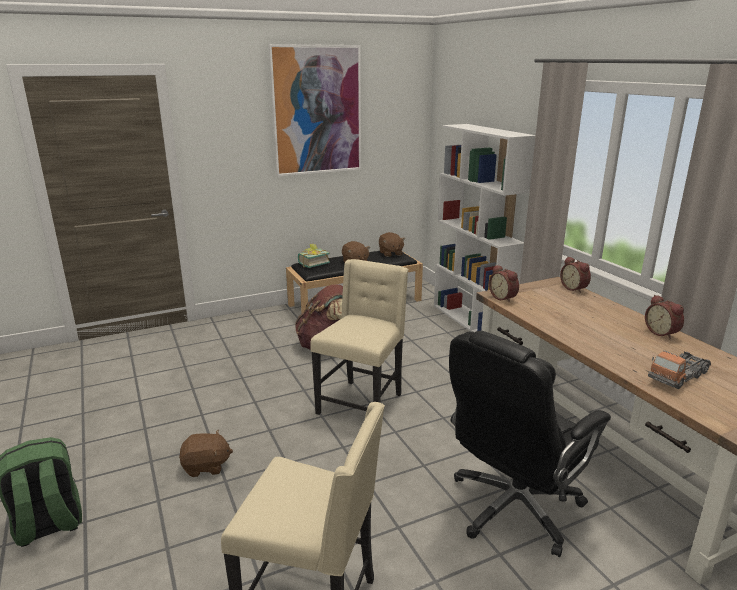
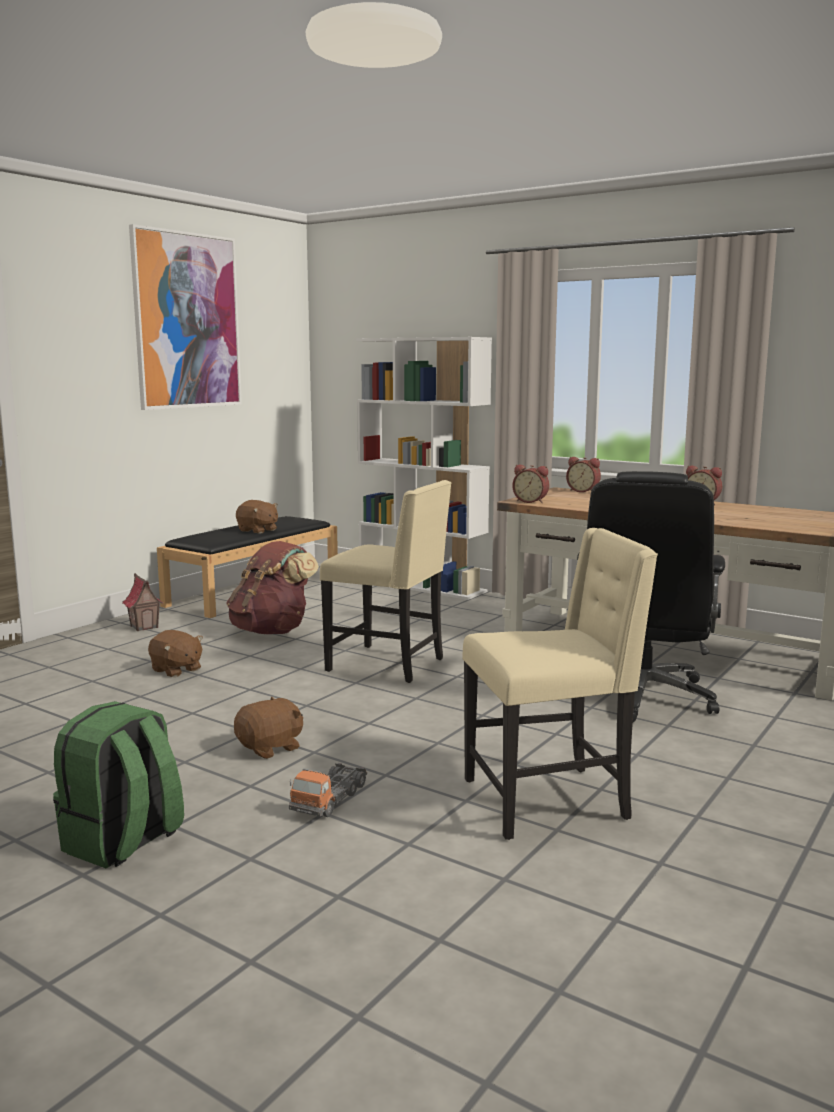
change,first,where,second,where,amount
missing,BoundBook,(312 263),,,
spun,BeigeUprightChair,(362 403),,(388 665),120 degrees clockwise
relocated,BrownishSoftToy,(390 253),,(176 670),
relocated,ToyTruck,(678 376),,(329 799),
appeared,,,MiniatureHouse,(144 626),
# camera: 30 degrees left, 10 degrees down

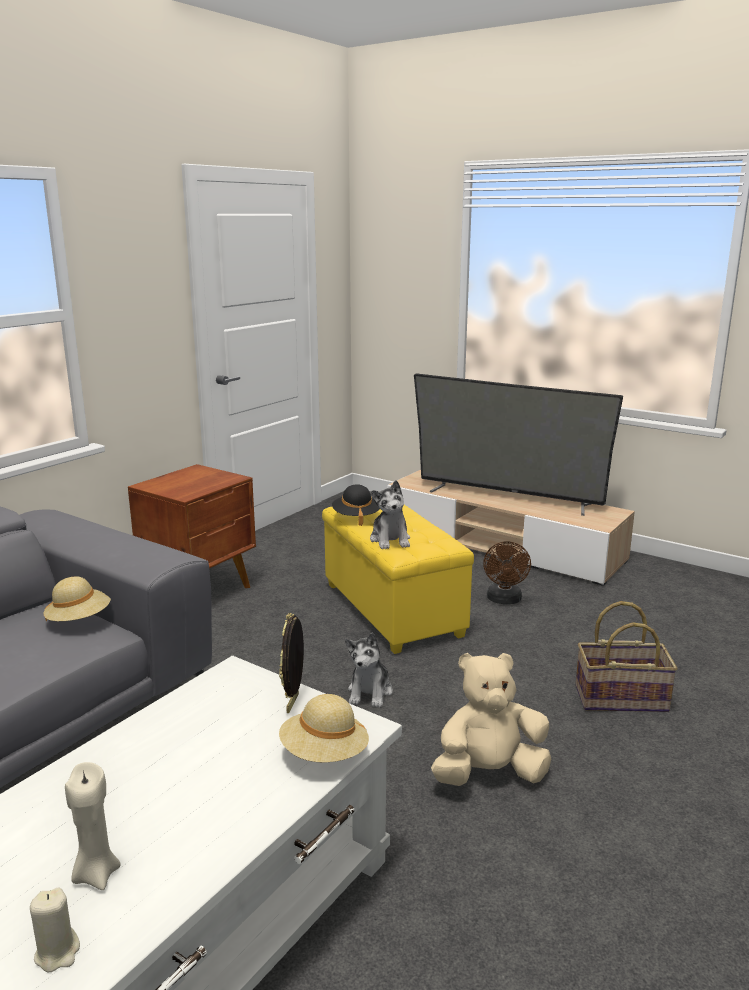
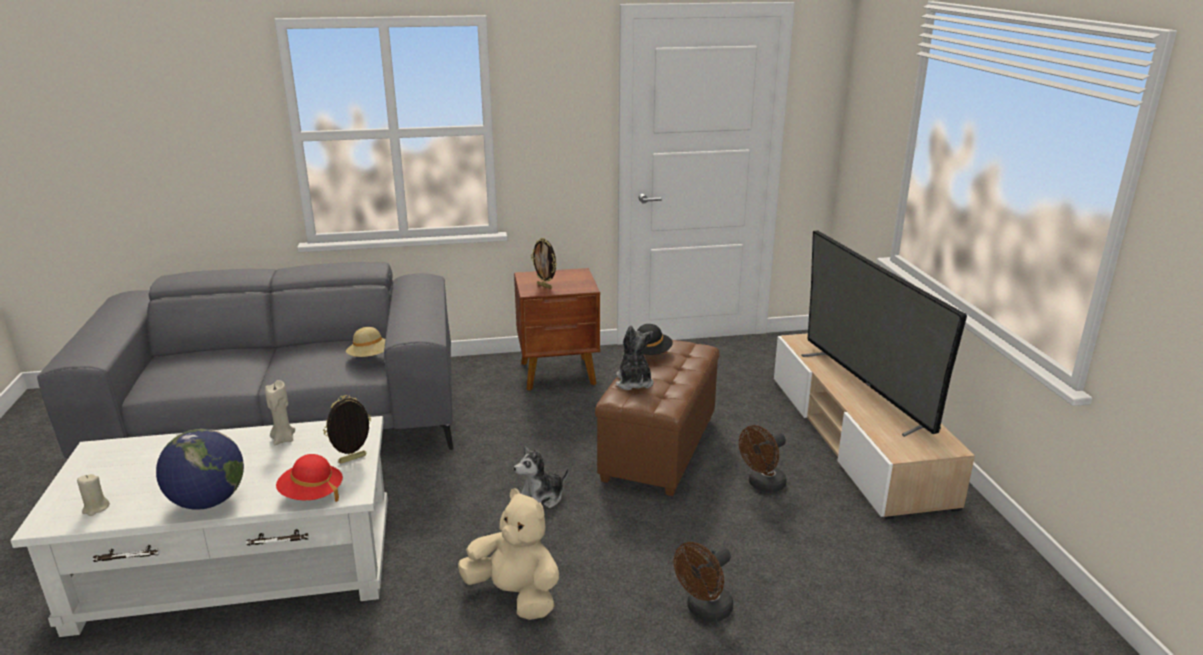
change,first,where,second,where,amount
relocated,BeigeCandle,(96 874),,(283 439),
colour,BeigeHat,(324 754),RedColouredHat,(311 494),
colour,YellowPouffe,(391 611),BrownishPouffe,(658 449),
spun,SoftToy,(390 540),,(634 382),135 degrees clockwise
exchanged,HouseholdBasket,(621 698),BrownishElectricFan,(704 611),
appeared,,,WorldGlobe,(208 502),
appeared,,,StandingFrame,(545 286),
# camera: 45 degrees right, 5 degrees up

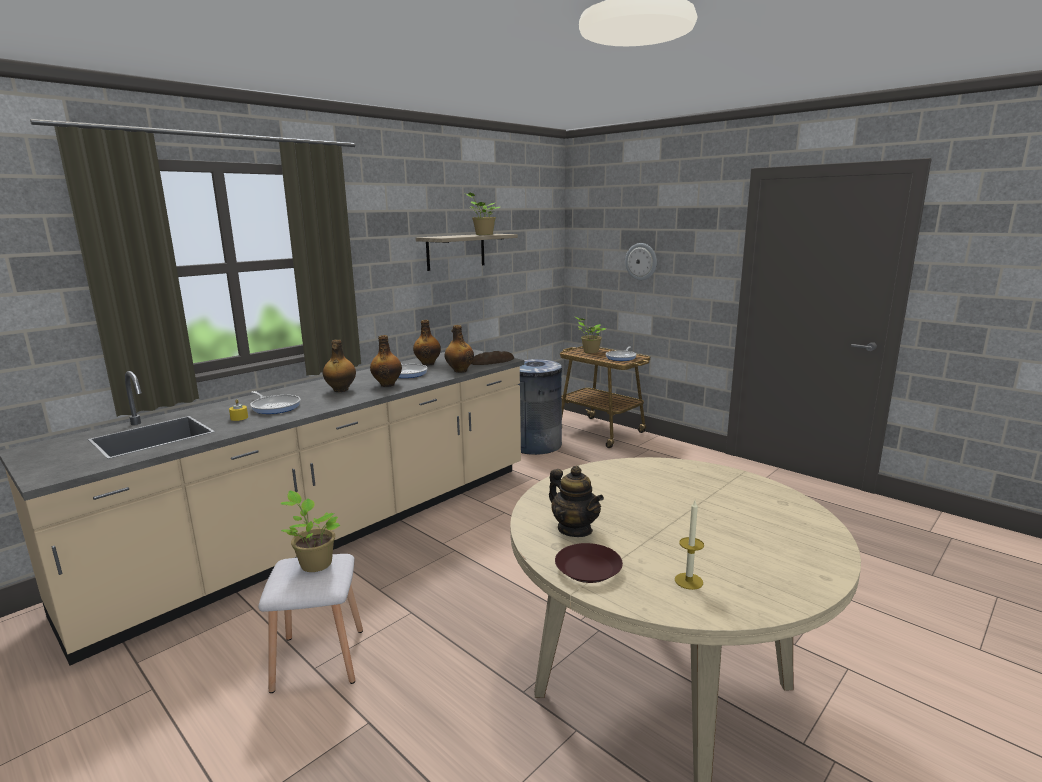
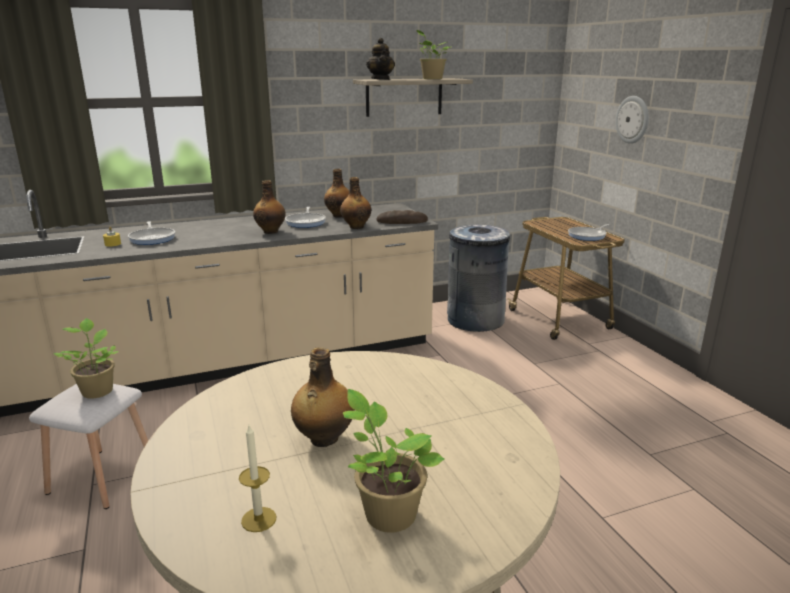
change,first,where,second,where,amount
relocated,DrinkBottle,(340 390),,(323 439),
relocated,PotForTea,(575 529),,(381 79),
missing,BrownishDinnerPlate,(588 569),,,
relocated,PlantInAPot,(589 351),,(387 513),
# camera: 25 degrees right, 5 degrees up

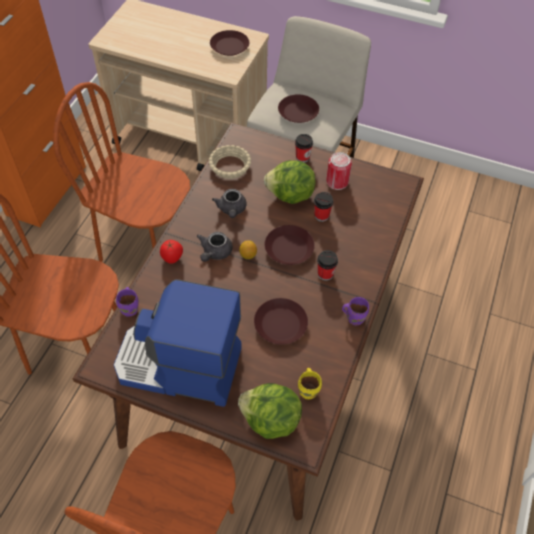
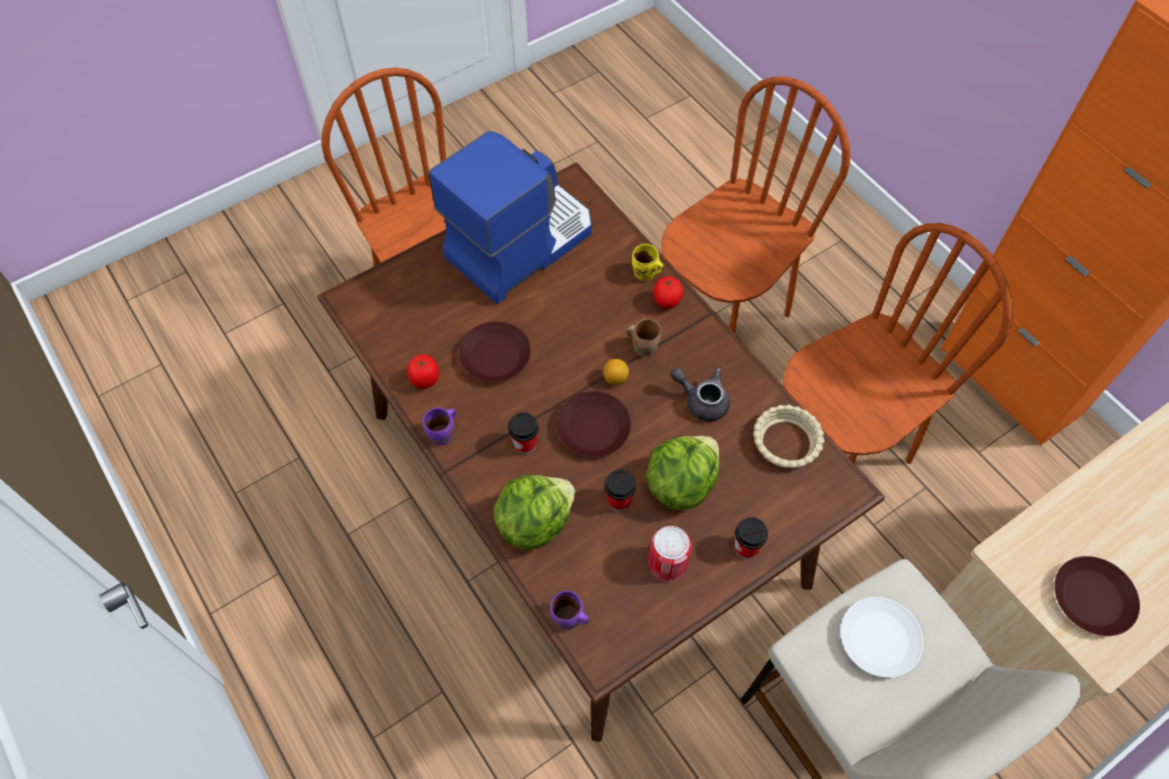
change,first,where,second,where,amount
relocated,PurpleColouredTeaMug,(130 308),,(568 619),
exchanged,GreyPotForTea,(214 253),BrownishTeaMug,(644 346),
relocated,HeadOfLettuce,(270 421),,(534 522),
colour,BrownishDinnerPlate,(298 112),WhiteDinnerPlate,(880 639),
relocated,YellowTeaMug,(309 390),,(645 274),
appeared,,,Tomato,(425 379),
# camera: 125 degrees right, 5 degrees up

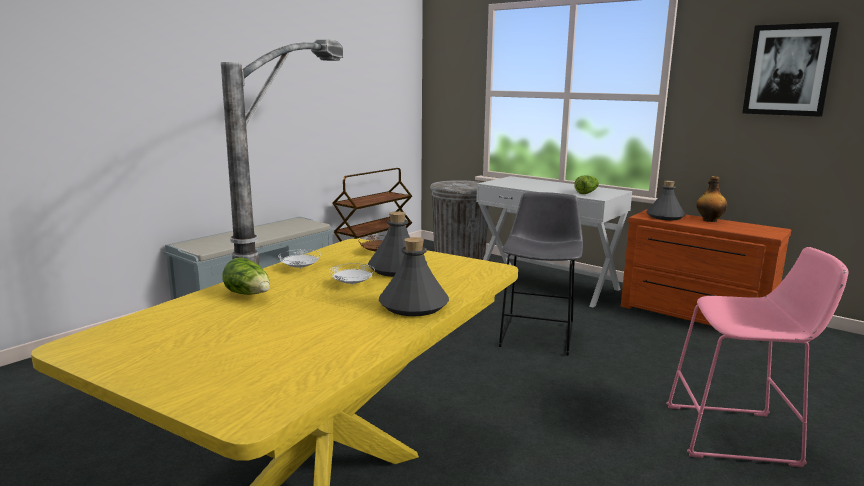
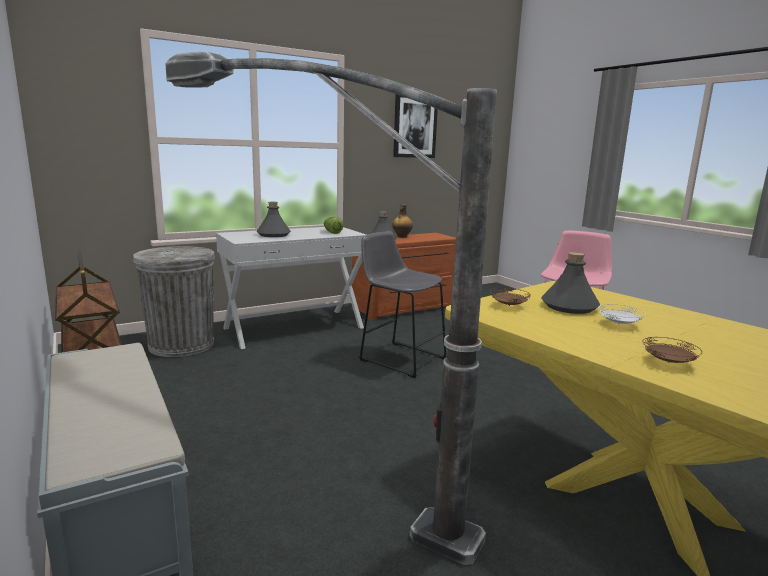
change,first,where,second,where,amount
exchanged,HeadOfLettuce,(249 294),BrownishDinnerPlate,(668 362),
missing,WhiteDinnerPlate,(300 268),,,
relocated,GreyDrinkBottle,(413 306),,(274 235),
# camera: 70 degrees left, 0 degrees up

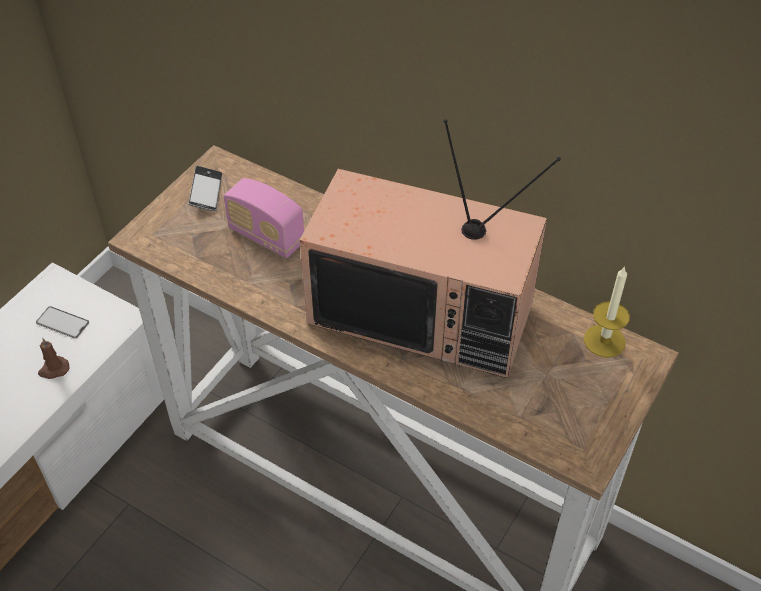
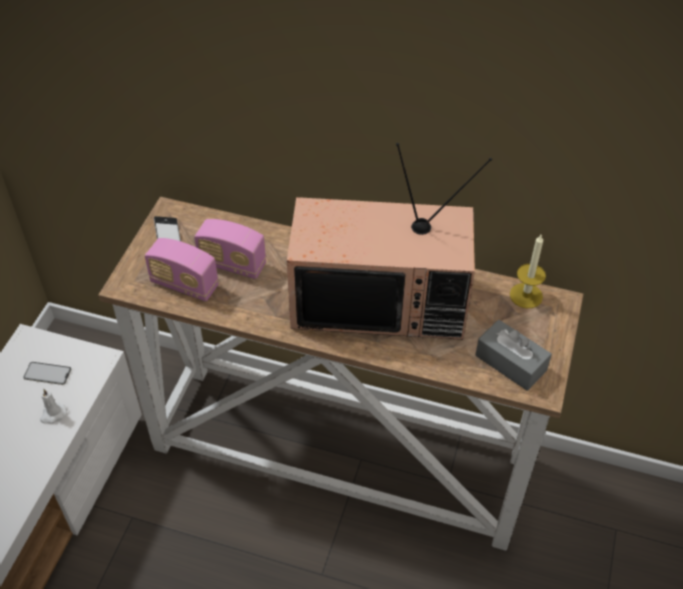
change,first,where,second,where,amount
colour,BrownishCandle,(53 369),WhiteCandle,(53 414),
appeared,,,RadioSet,(184 285),
appeared,,,GreyTissueHolder,(510 363),
# camera: 15 degrees left, 0 degrees up

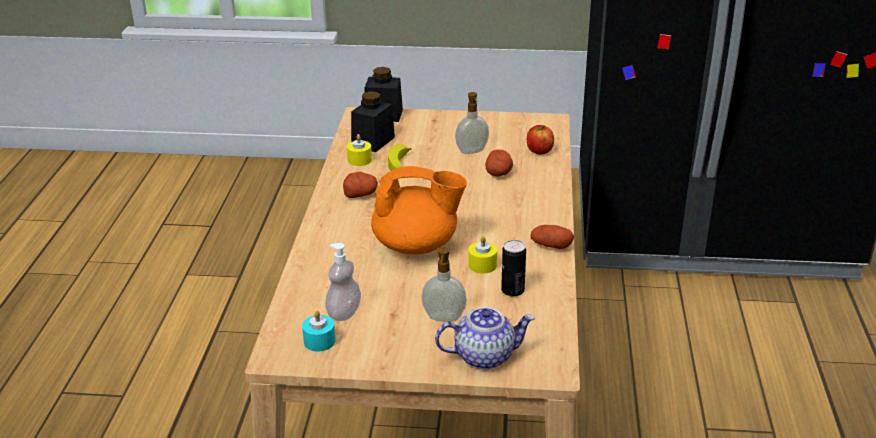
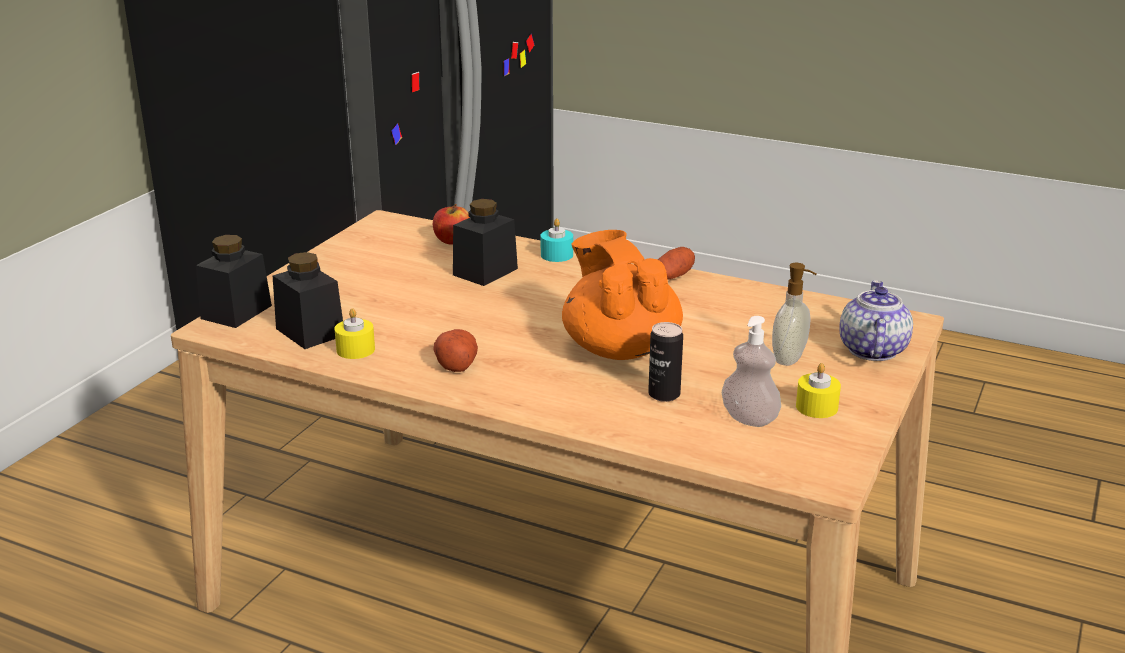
change,first,where,second,where,amount
relocated,BlueGreenCandle,(319 341),,(556 255),
spun,OrangePotForTea,(417 245),,(620 348),45 degrees counterclockwise
missing,WholeBanana,(400 165),,,
missing,SoapDispenser,(472 151),,,
relocated,YellowCandle,(482 265),,(816 407),
exchanged,Potato,(498 173),BlackColouredJar,(485 272),
relocated,SealedCan,(512 290),,(664 394),
# camera: 70 degrees left, 5 degrees down

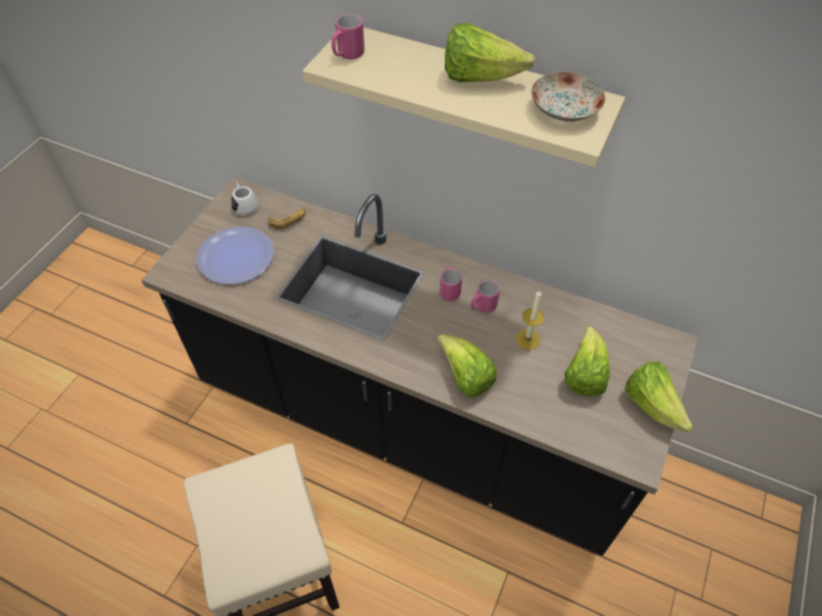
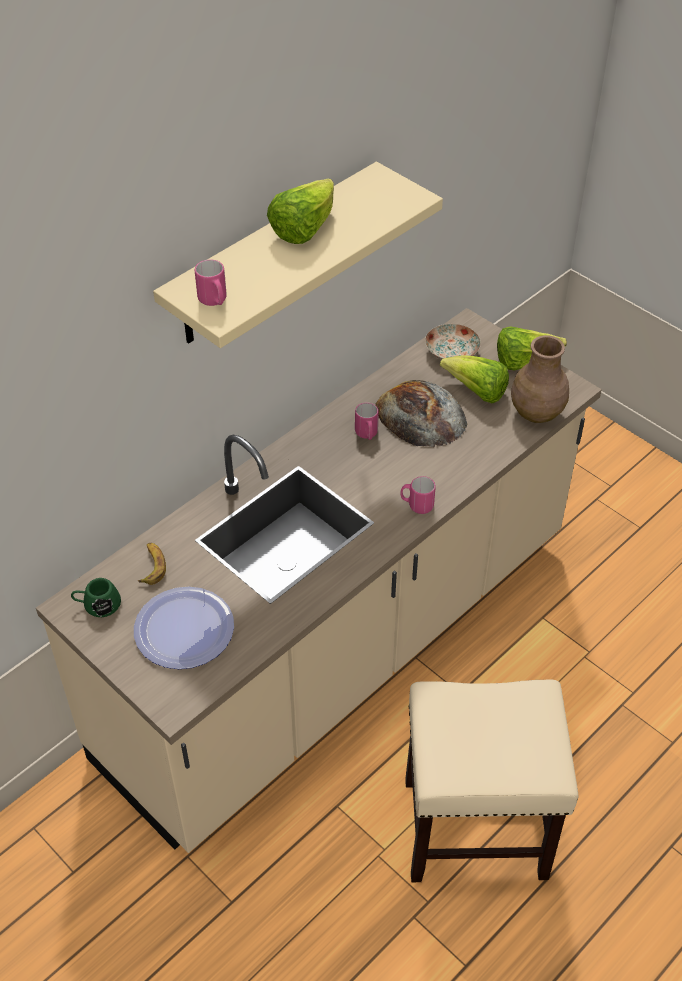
change,first,where,second,where,amount
colour,BlackColouredKitchenCounter,(411 422),BeigeKitchenCounter,(341 647),
colour,WhiteTeaMug,(244 205),GreenishTeaMug,(97 604),
missing,HeadOfLettuce,(465 376),,,
relocated,PinkColouredTeaMug,(449 290),,(416 505),
exchanged,Candle,(528 339),BakeryBread,(420 415),
relocated,DinnerPlate,(563 109),,(451 352),
appeared,,,BrownishFlowerVase,(536 413),
# camera: 70 degrees left, 5 degrees down

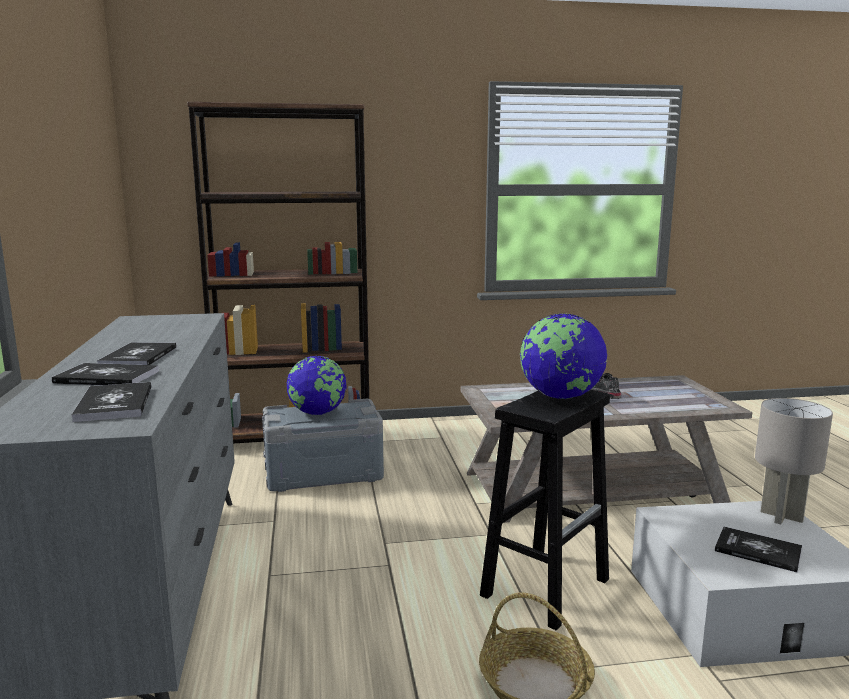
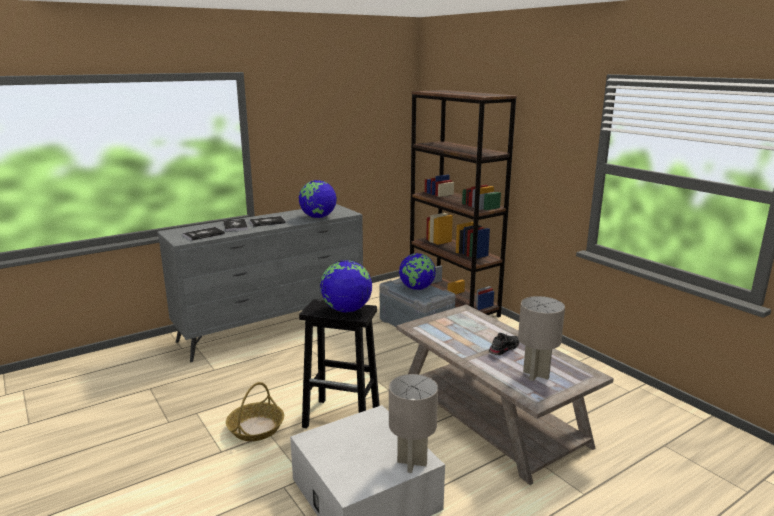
change,first,where,second,where,amount
missing,BoundBook,(758 550),,,
appeared,,,WorldGlobe,(318 217),
appeared,,,GreyLampForATable,(536 375),
# camera: 65 degrees right, 5 degrees up

